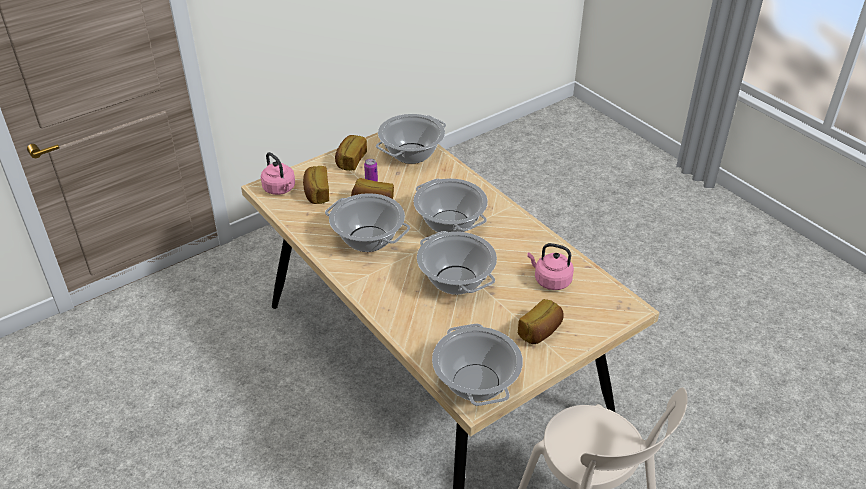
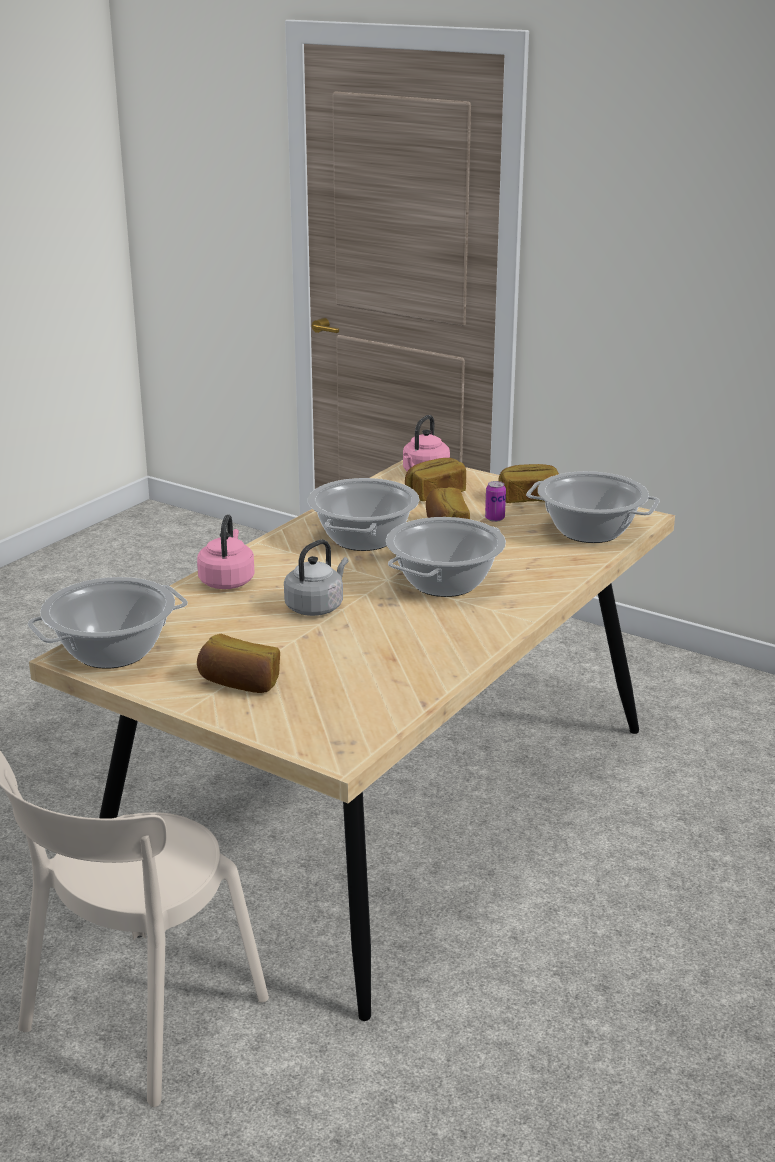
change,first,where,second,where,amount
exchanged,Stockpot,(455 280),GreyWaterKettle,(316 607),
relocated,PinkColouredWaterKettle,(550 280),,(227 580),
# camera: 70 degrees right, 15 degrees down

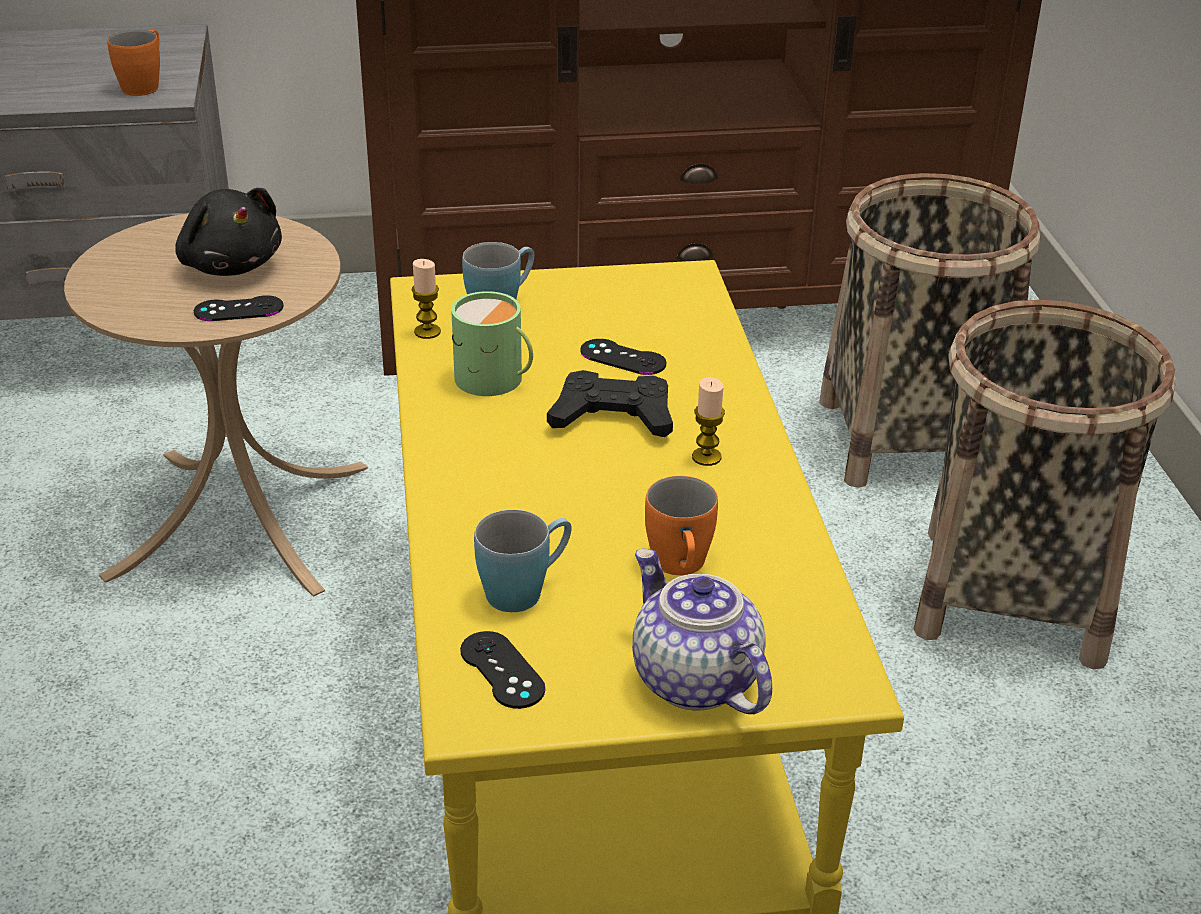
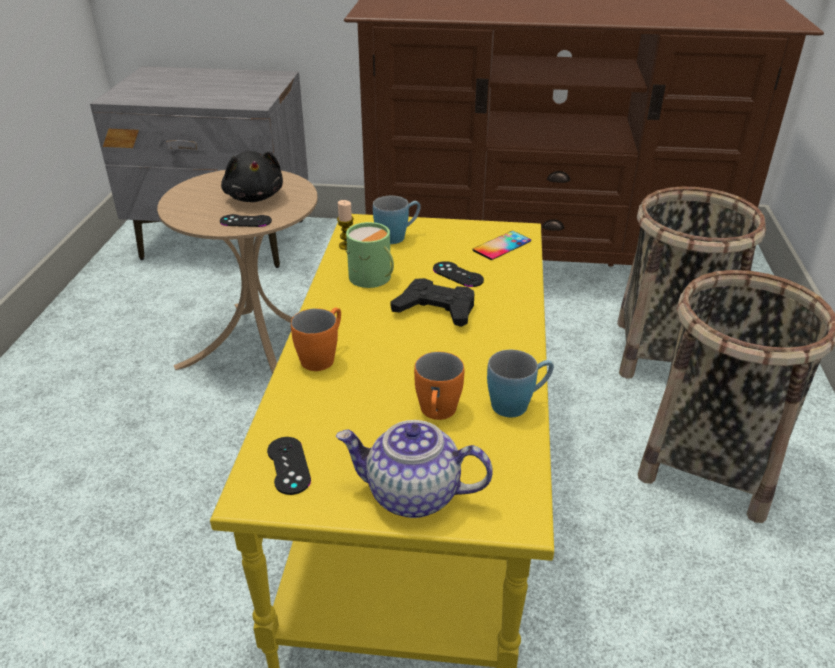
change,first,where,second,where,amount
relocated,OrangeTeaMug,(145 85),,(322 356),
relocated,BluishTeaMug,(525 589),,(518 403),
spun,PotForTea,(693 680),,(412 495),60 degrees counterclockwise
missing,Candle,(706 457),,,
appeared,,,Phone,(502 246),
# camera: 15 degrees right, 0 degrees up

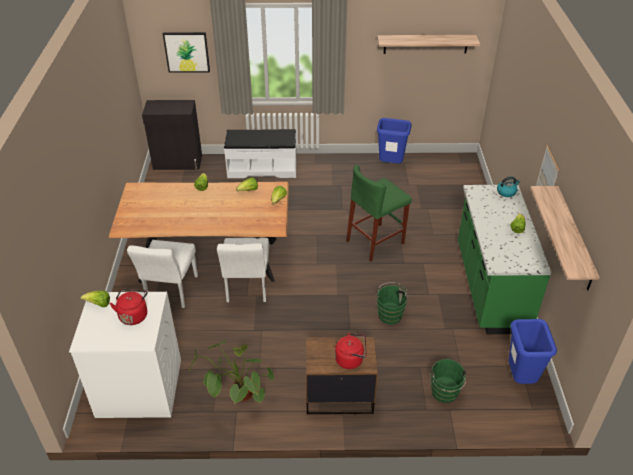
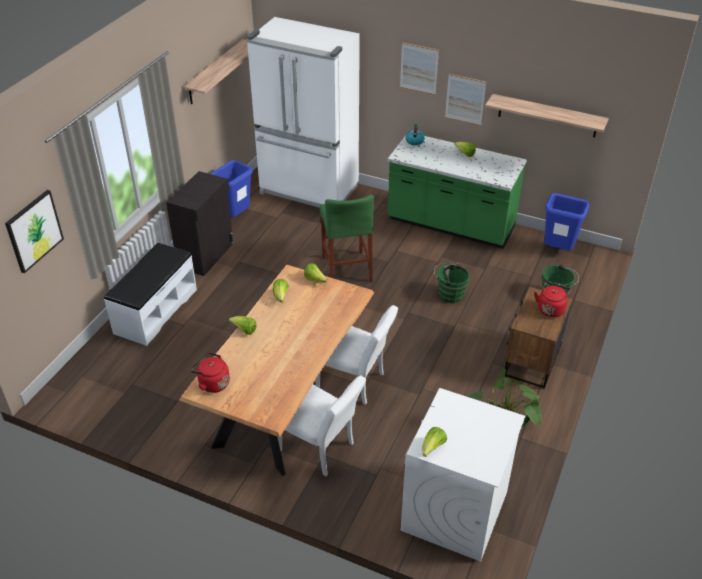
change,first,where,second,where,amount
relocated,RedColouredWaterKettle,(133 315),,(212 383),
relocated,BlackColouredCupboard,(178 163),,(207 255),
appeared,,,WhiteRefrigerator,(308 191),
appeared,,,Picture,(419 68),
# camera: 65 degrees left, 0 degrees up

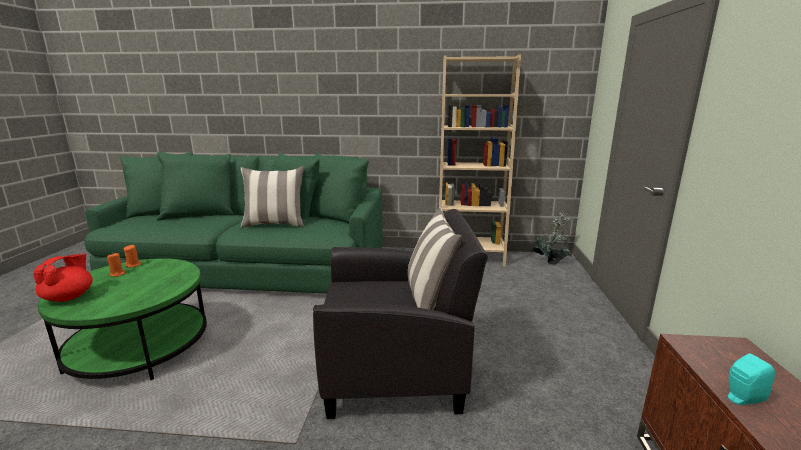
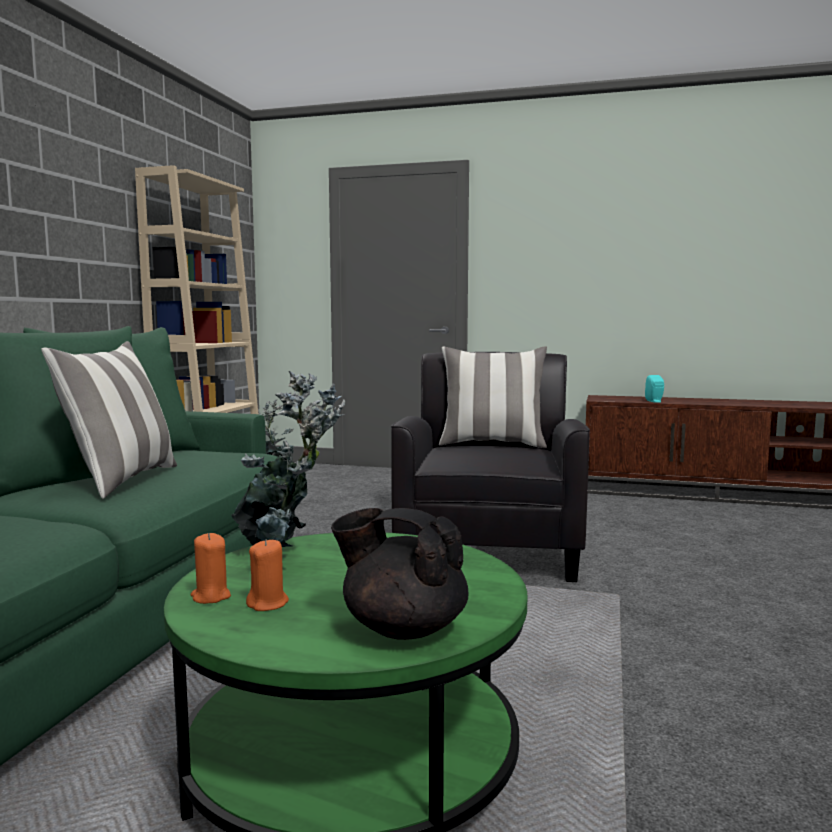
change,first,where,second,where,amount
colour,RedColouredPotForTea,(69 297),BlackColouredPotForTea,(402 628),
appeared,,,PlantInAPot,(284 558),
# camera: 80 degrees left, 10 degrees down

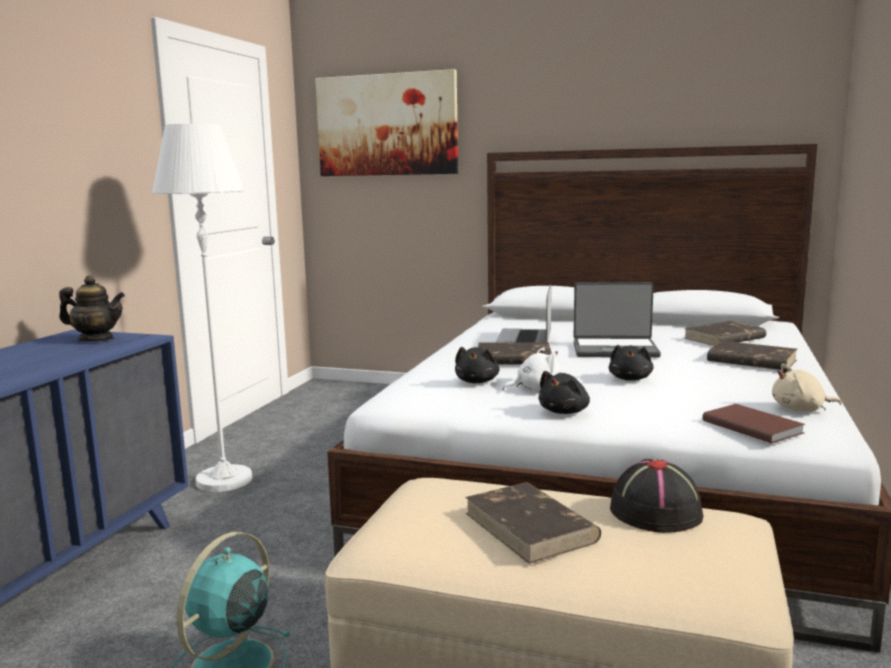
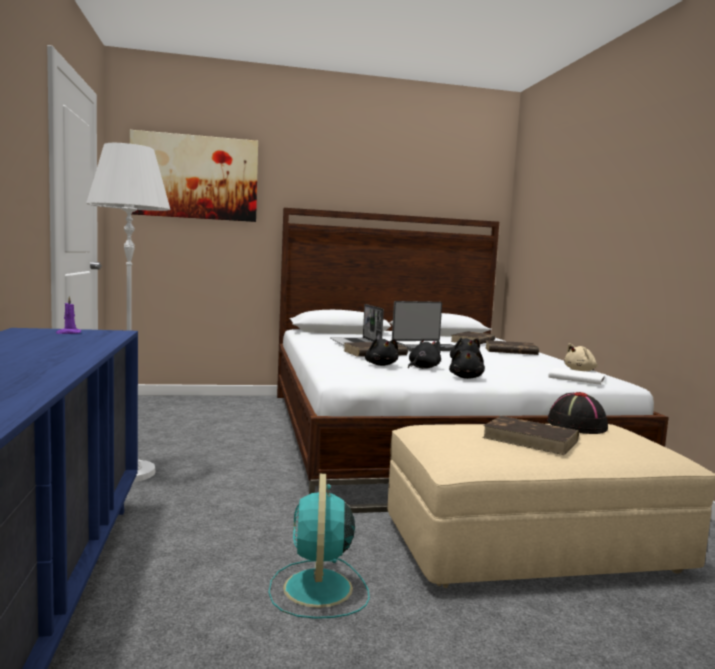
change,first,where,second,where,amount
exchanged,PotForTea,(96 339),PurpleColouredCandle,(68 333),
colour,WhiteSoftToy,(535 389),BlackColouredSoftToy,(422 368),
colour,BrownishBoundBook,(752 426),WhiteBoundBook,(576 378),
# camera: 30 degrees left, 5 degrees down

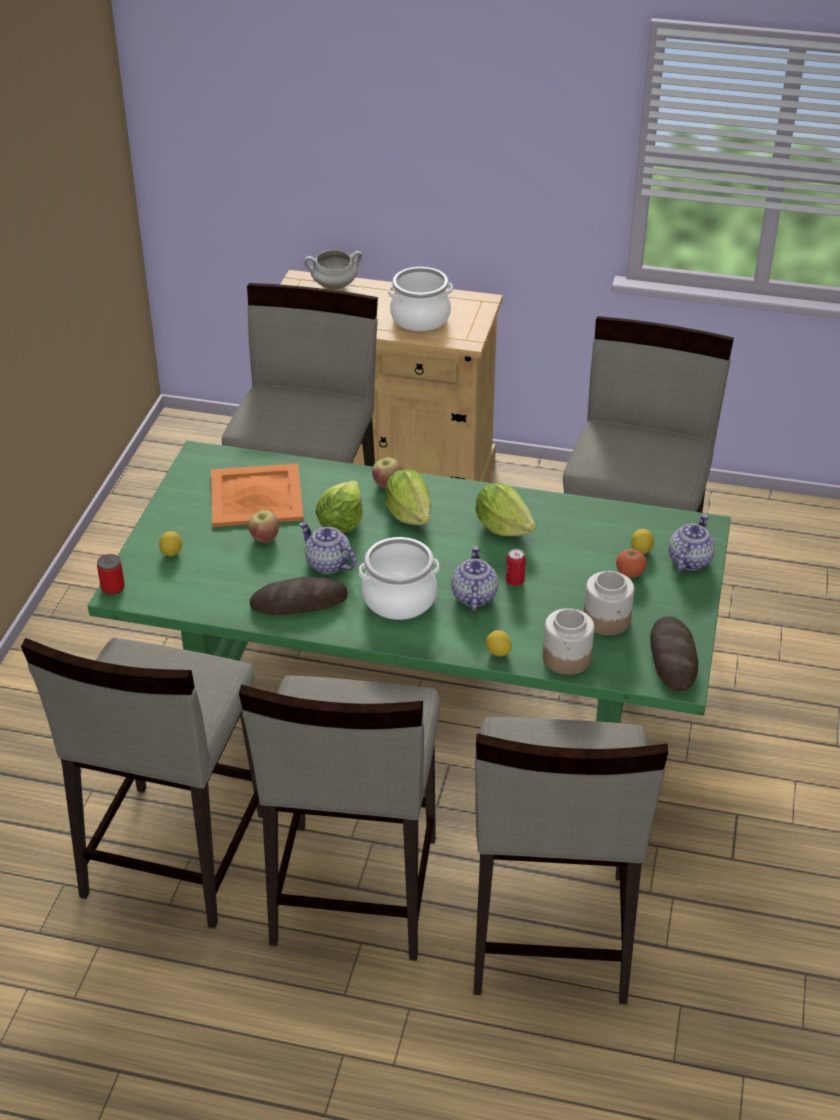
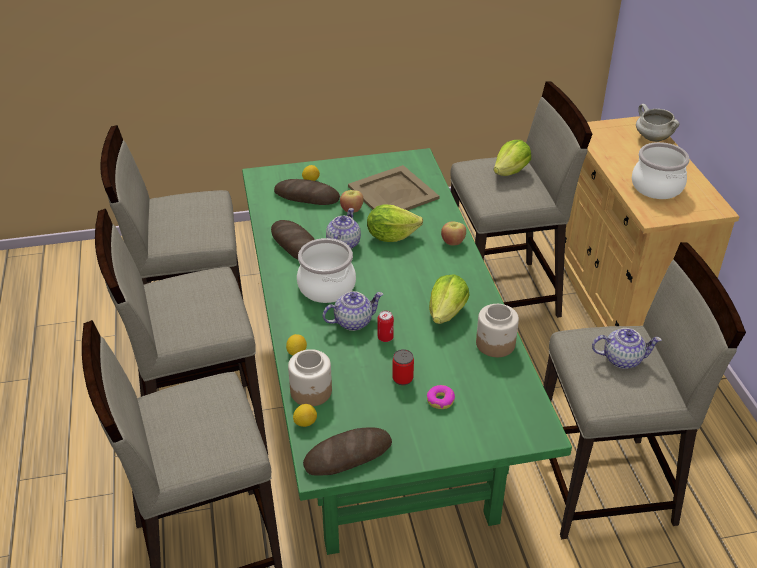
change,first,where,second,where,amount
relocated,SealedCan,(113 588),,(402 378),
colour,OrangeTray,(255 495),BeigeTray,(393 192),
relocated,HeadOfLettuce,(409 514),,(511 172),
relocated,Jar,(607 620),,(495 344),
exchanged,Tomato,(630 573),RingDoughnut,(440 400),
relocated,WholeLemon,(641 550),,(305 422),
relocated,PotForTea,(689 560),,(622 359),
appeared,,,BakeryBread,(307 196),
# camera: 65 degrees right, 0 degrees up

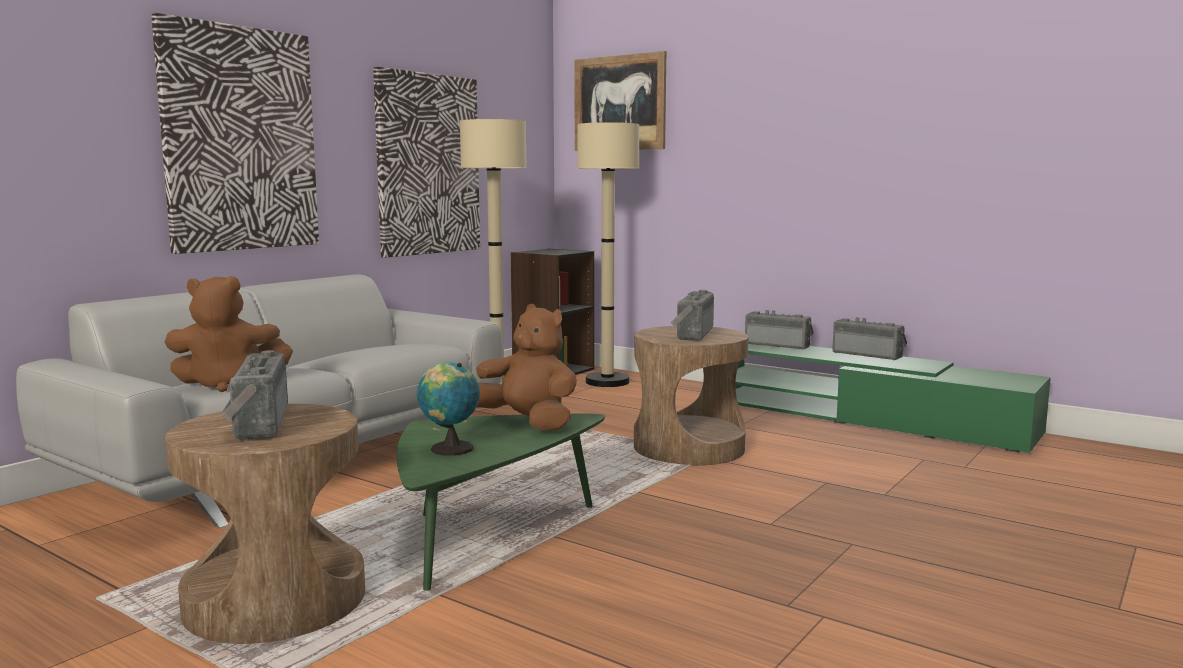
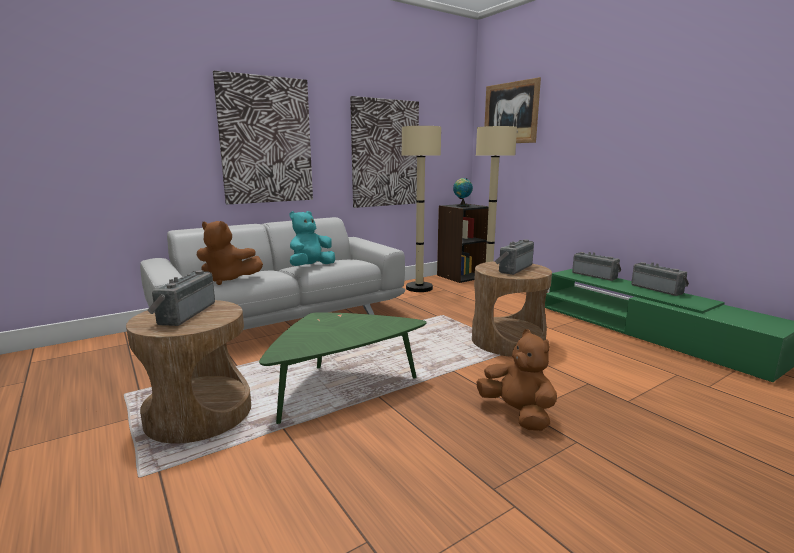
change,first,where,second,where,amount
relocated,WorldGlobe,(449 449),,(461 206),
relocated,BrownishSoftToy,(528 423),,(517 413),
appeared,,,BlueGreenSoftToy,(311 267),
# camera: 20 degrees right, 5 degrees up

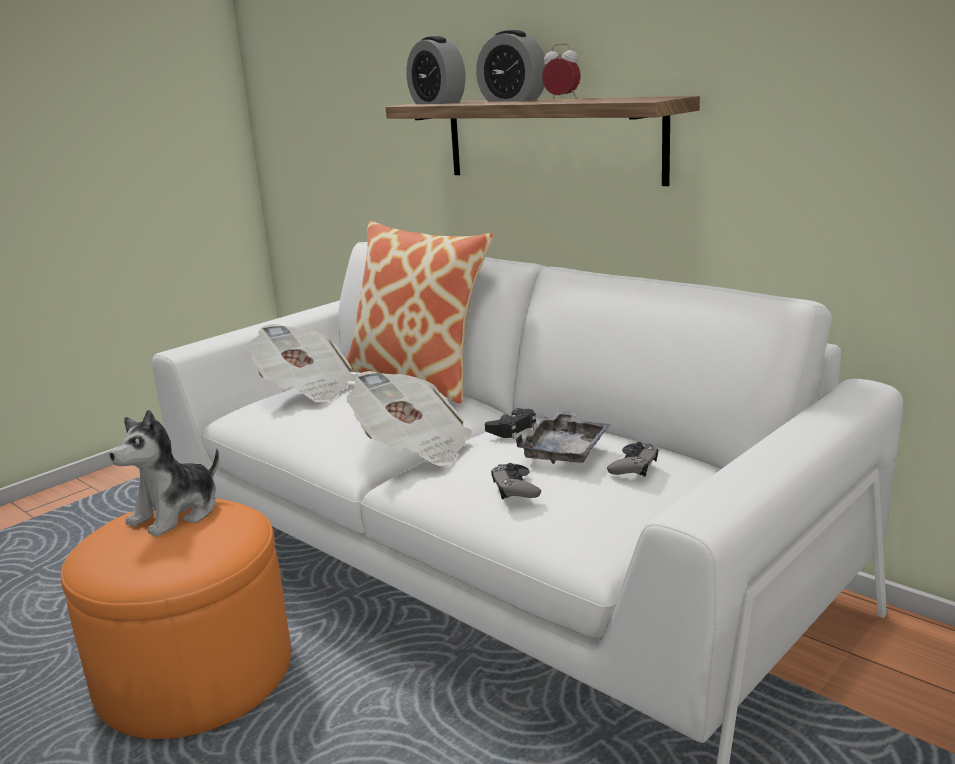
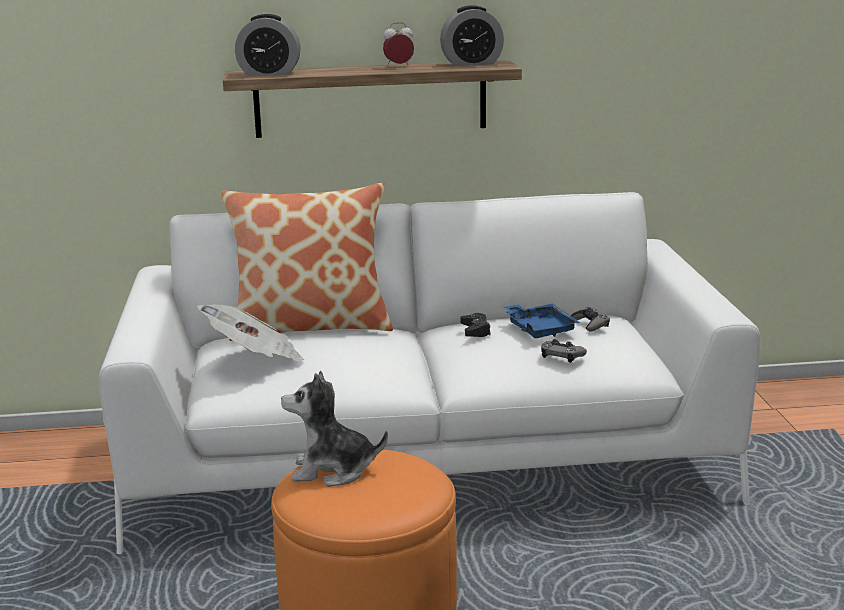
change,first,where,second,where,amount
spun,SoftToy,(176 513),,(332 471),105 degrees clockwise
missing,DailyPaper,(413 447),,,
relocated,AlarmClock,(512 100),,(472 63),
colour,GreyTray,(565 450),BluishTray,(539 329),
# camera: 50 degrees left, 0 degrees up

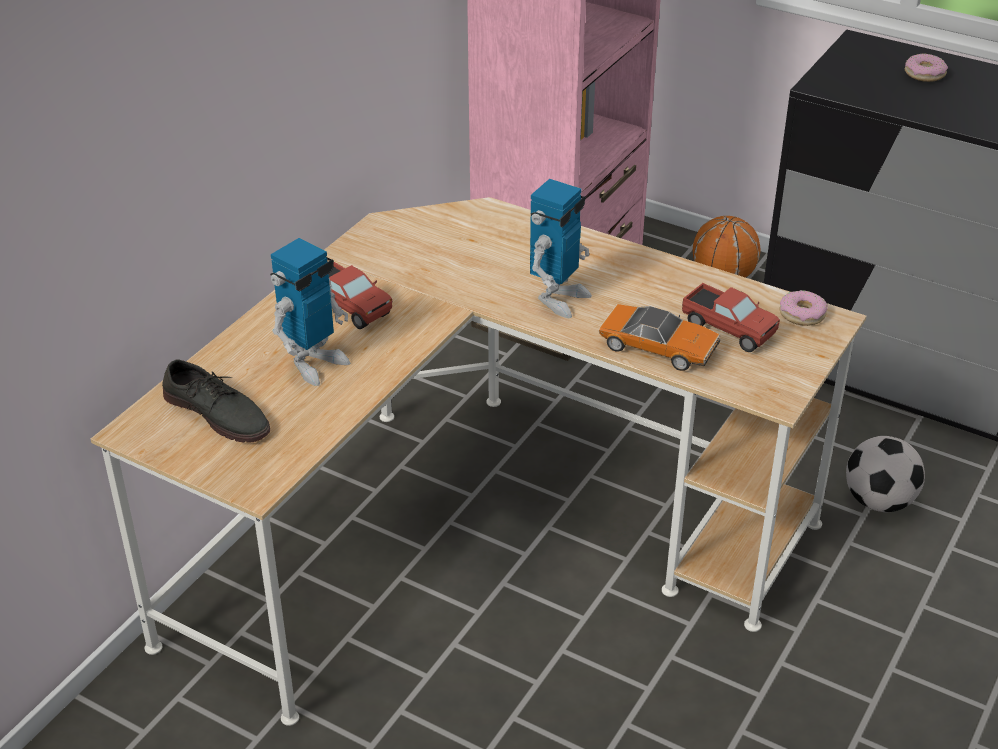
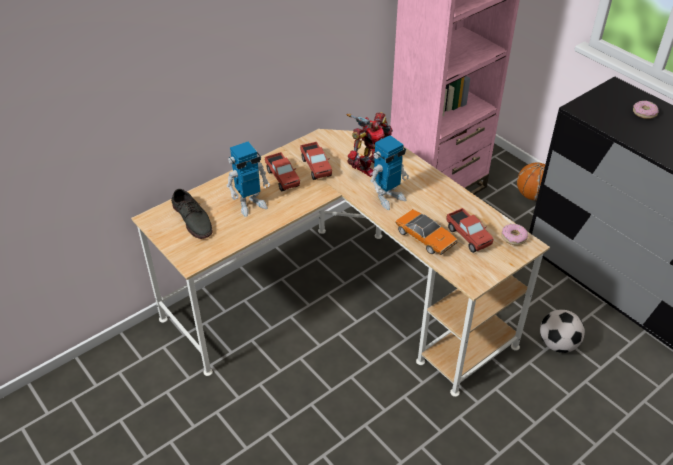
change,first,where,second,where,amount
appeared,,,ToyTruck,(316 167),
appeared,,,RobotFigure,(369 165),
# camera: 20 degrees right, 5 degrees up

